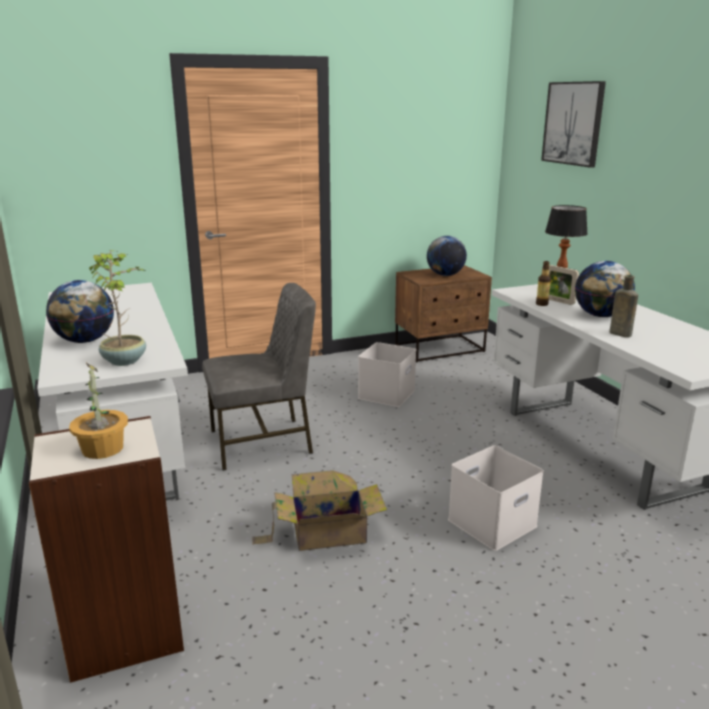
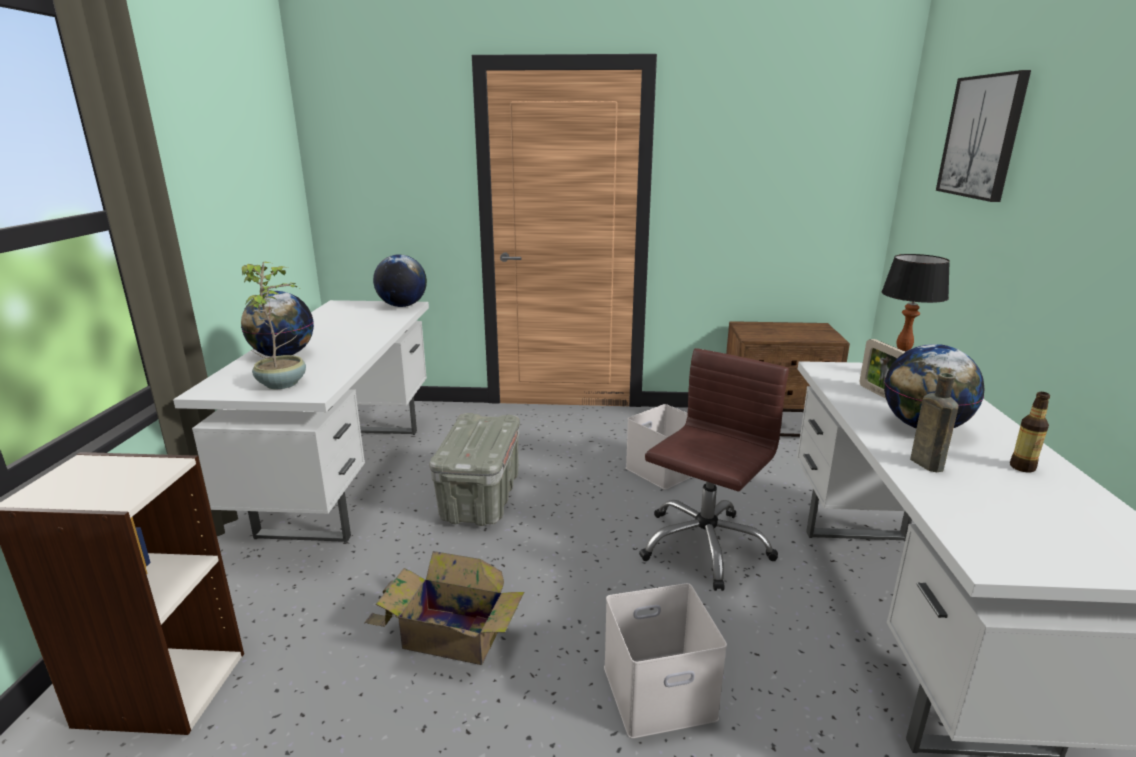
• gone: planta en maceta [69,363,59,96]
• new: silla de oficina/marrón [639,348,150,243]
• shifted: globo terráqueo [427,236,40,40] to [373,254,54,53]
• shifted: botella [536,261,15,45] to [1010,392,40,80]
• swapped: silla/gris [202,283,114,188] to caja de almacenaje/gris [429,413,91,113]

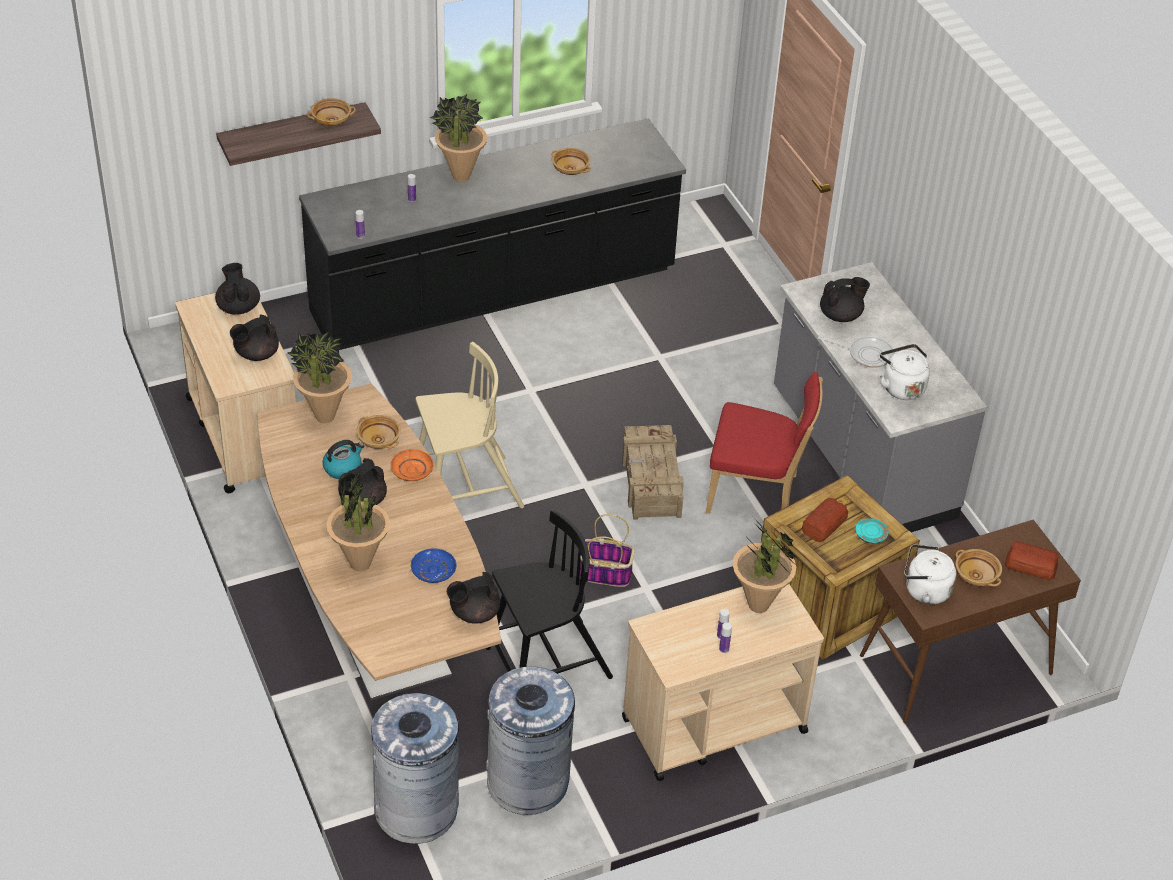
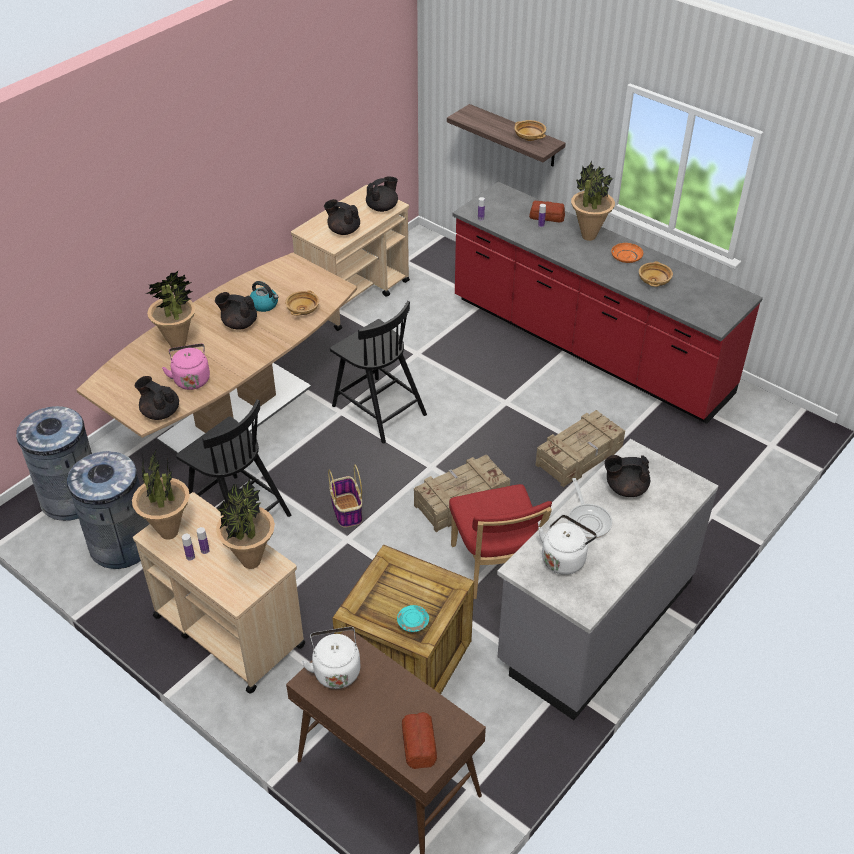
• gone: cuenco/beis [956,549,46,38]
• new: caja de embalaje [536,410,89,77]
• shifted: planta en maceta [288,333,64,90] to [132,448,58,92]
• shifted: plato/naranja [390,449,43,32] to [611,243,32,20]
• shifted: pan [802,498,46,44] to [529,201,36,21]
• swapped: plato/azul [411,548,46,35] to hervidor/rosa [162,344,48,46]
• repainted: mueble bajo de cocina/negro [299,119,387,231] to mueble bajo de cocina/rojo [453,182,310,242]
• repainted: silla/beis [415,342,109,166] to silla/negro [330,301,97,142]
• rotated: tetera/negro [820,277,50,45] = [605,455,45,42] 135 degrees clockwise

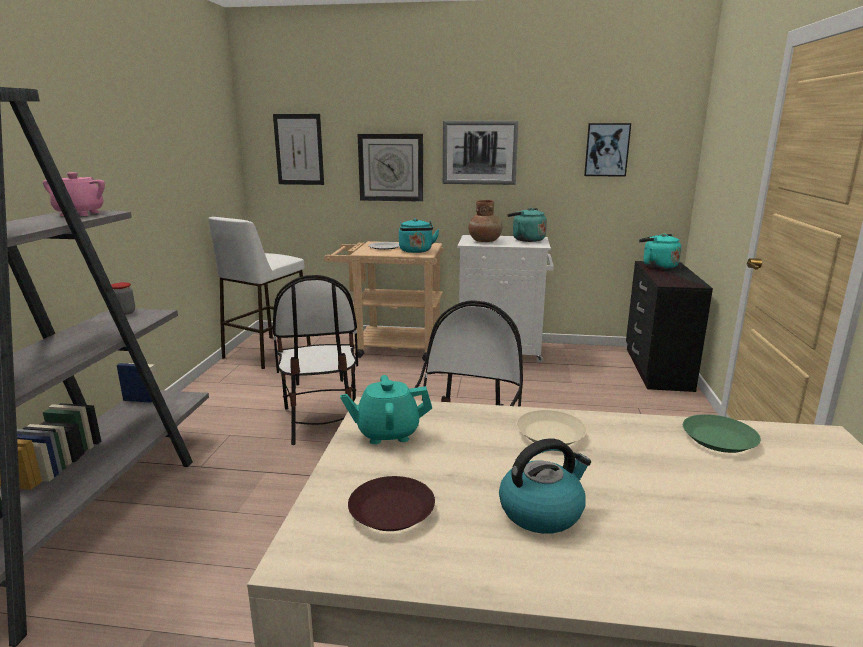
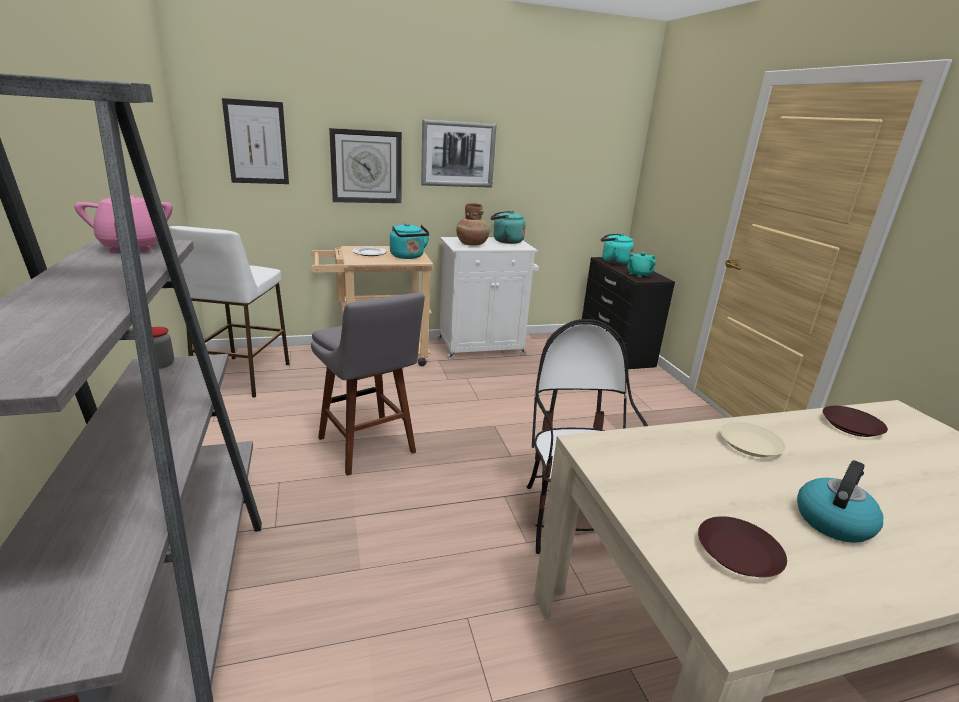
• gone: cuadro [584,123,47,54]
• shifted: tetera/turquesa [340,375,92,69] to [627,252,29,26]
• swapped: silla [272,275,86,170] to taburete/gris [311,293,114,183]
• repainted: plato/verde [683,414,78,39] to plato/marrón [823,406,65,31]

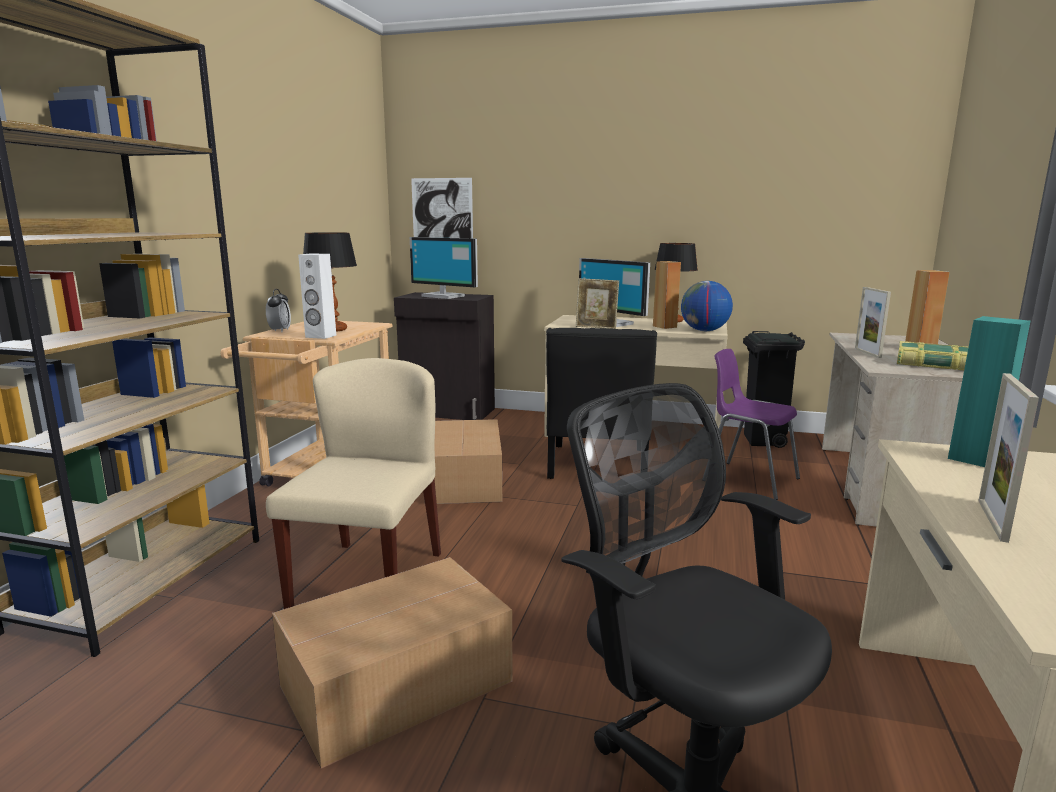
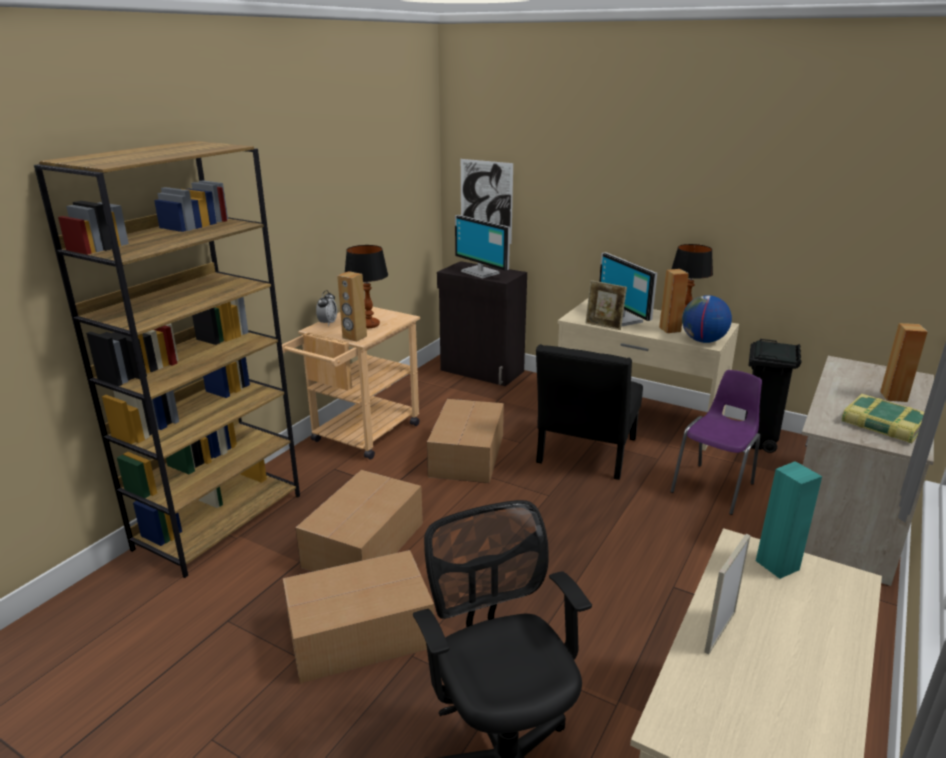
• gone: portarretratos [855,287,36,71]
• swapped: silla/beis [266,358,175,251] to caja de cartón [296,470,127,102]
• repainted: altavoz/blanco [298,253,38,86] to altavoz/marrón [337,271,30,71]
• rotated: silla/morado [714,349,86,151] = [670,370,92,145] 75 degrees clockwise

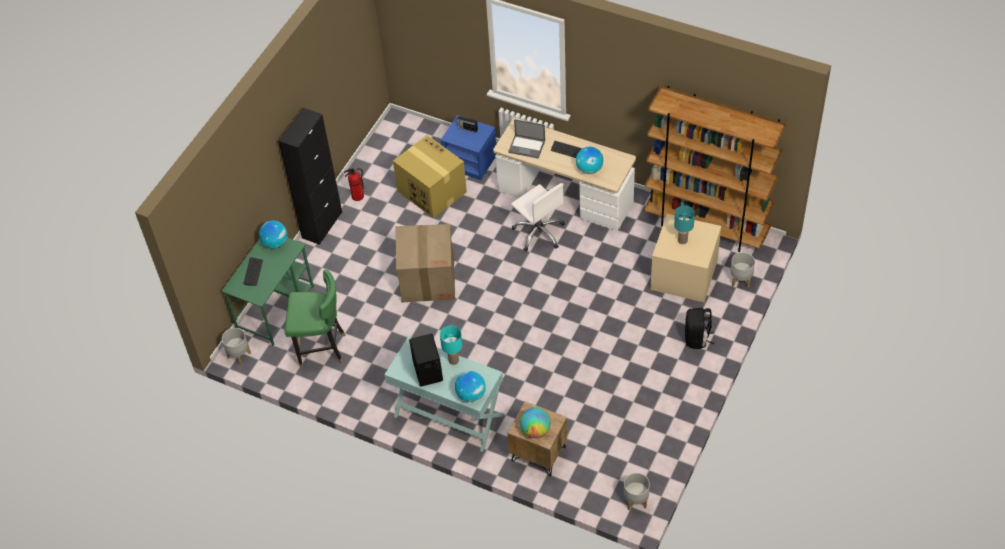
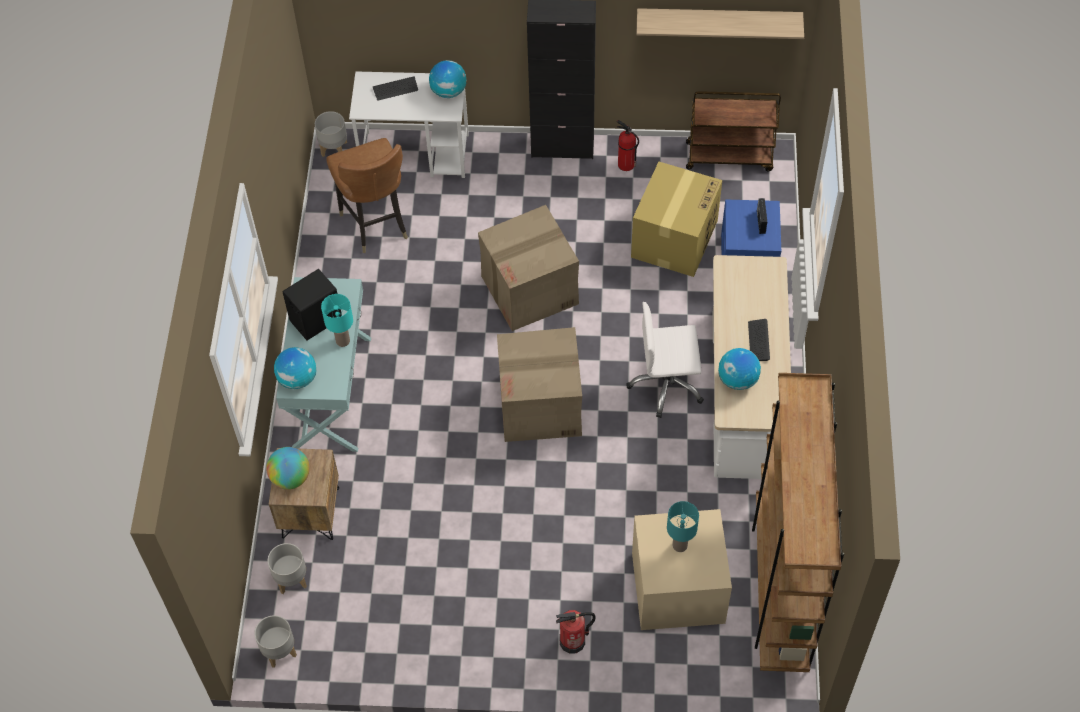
• gone: portátil [508,119,37,40]
• new: caja de cartón [497,327,85,115]
• new: estante [637,8,167,31]
• new: carrito/marrón [686,91,95,80]
• shifted: maceta/gris [730,252,25,36] to [268,543,39,51]
• swapped: mochila/negro [685,308,30,41] to extintor [556,610,40,43]
• repainted: escritorio/verde [221,237,93,109] to escritorio/blanco [349,72,120,106]
• repainted: silla/verde [285,269,61,100] to silla/marrón [326,138,82,115]
• rotated: silla de oficina/blanco [511,183,54,69] = [626,302,78,116] 60 degrees clockwise

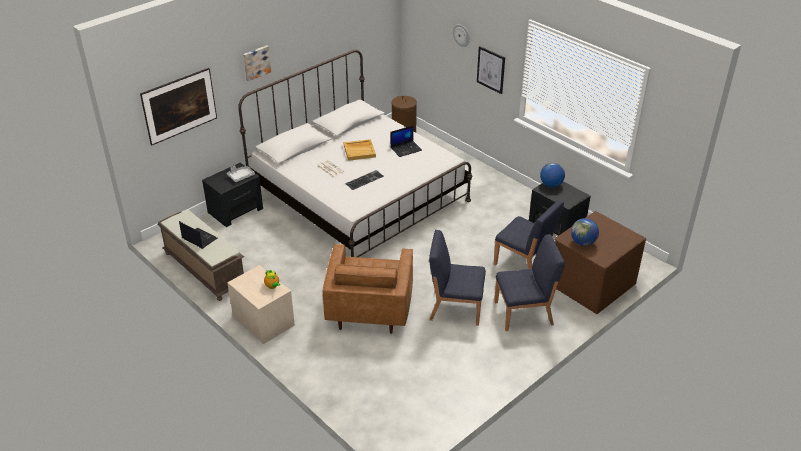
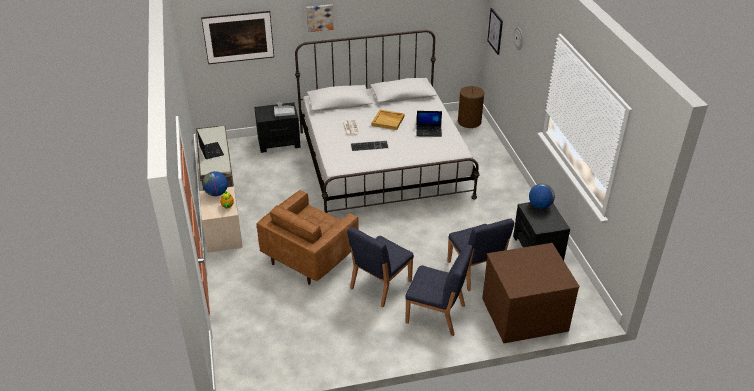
• shifted: cuadro [477,46,28,48] to [487,8,16,47]
• shifted: globo terráqueo [571,218,28,28] to [202,171,26,25]
• rotated: silla/azul [429,230,57,96] = [347,227,67,80] 90 degrees counterclockwise

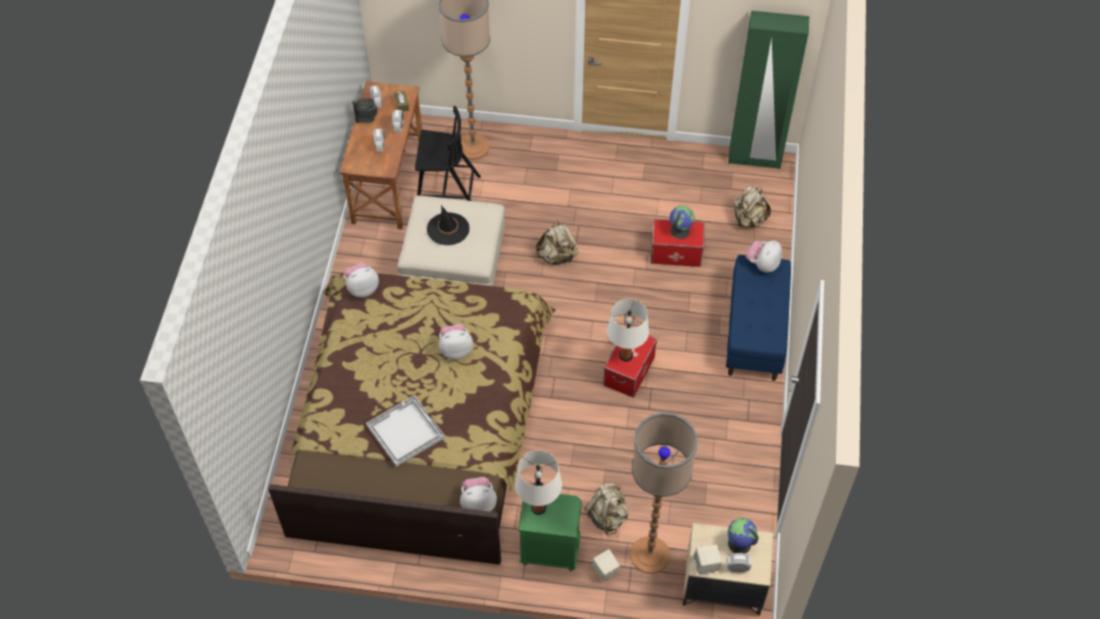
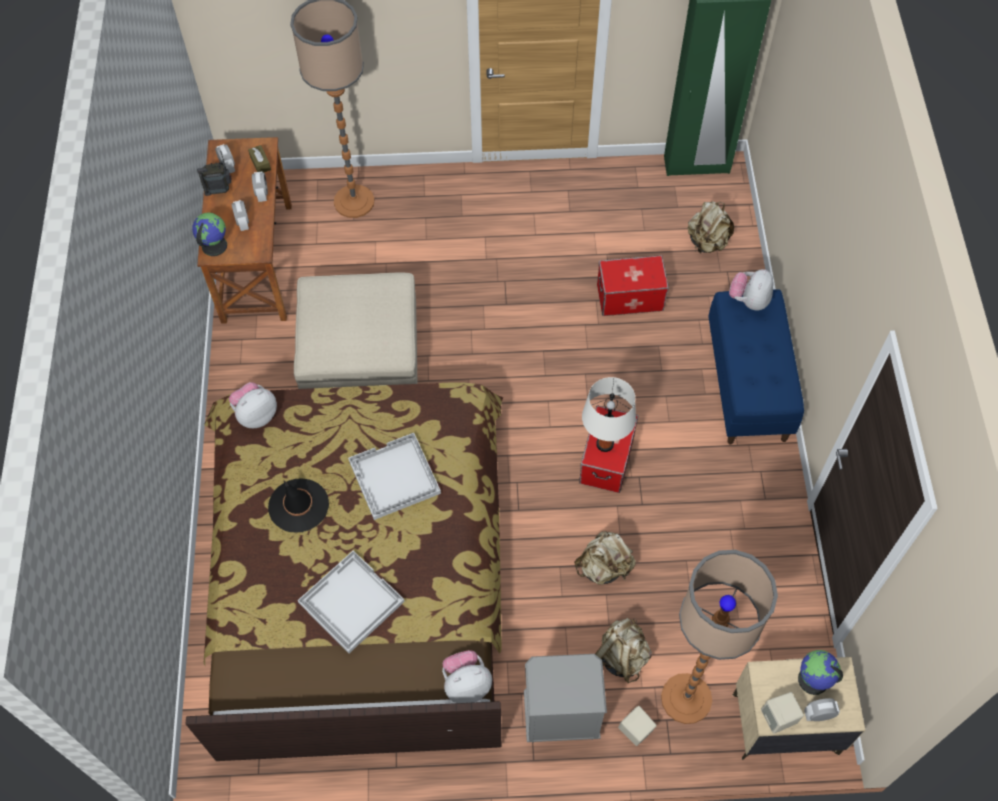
• gone: silla/negro [415,106,66,95]
• gone: lámpara de mesa/blanco [515,450,47,65]
• shifted: sombrero/negro [427,205,42,40] to [268,479,61,53]
• shifted: mochila/beis [536,221,42,44] to [574,531,62,54]
• shifted: globo terráqueo [670,206,25,33] to [192,213,35,43]
• swapped: peluche [439,324,34,36] to bandeja/blanco [348,433,93,87]
• repainted: mesita de noche/verde [518,494,64,78] to mesita de noche/gris [524,654,83,89]

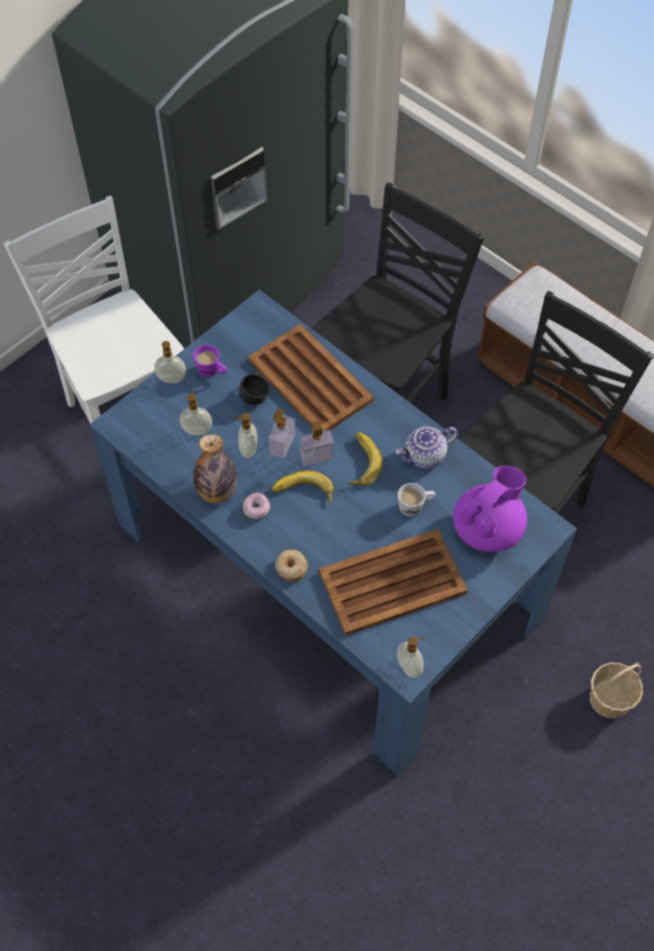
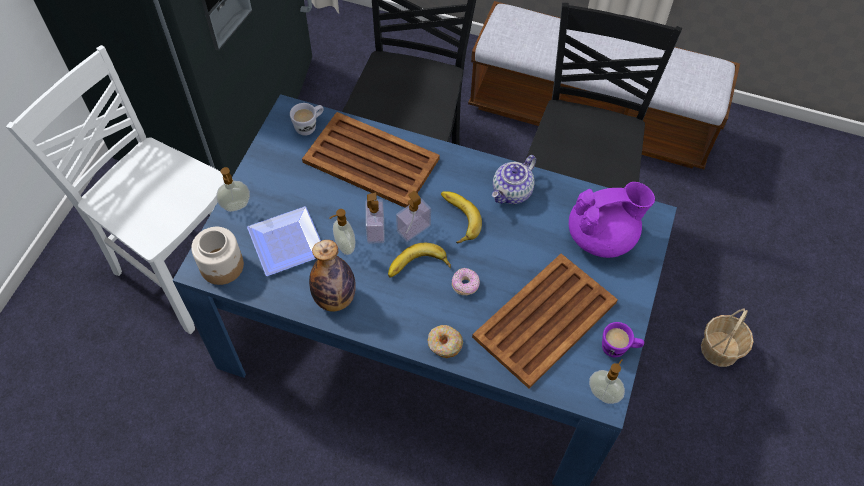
• gone: taza grande/negro [239,371,31,34]
• new: tarro [191,227,53,58]
• shifted: taza grande/morado [193,345,34,32] to [602,322,42,35]
• shifted: rosquilla [243,492,27,27] to [452,268,28,27]
• shifted: taza grande/blanco [397,483,38,34] to [290,103,34,33]
• swapped: dispensador de jabón [179,389,33,46] to plato [247,206,74,70]
• rotated: tetera/morado [453,466,74,86] = [569,182,86,76] 60 degrees clockwise

